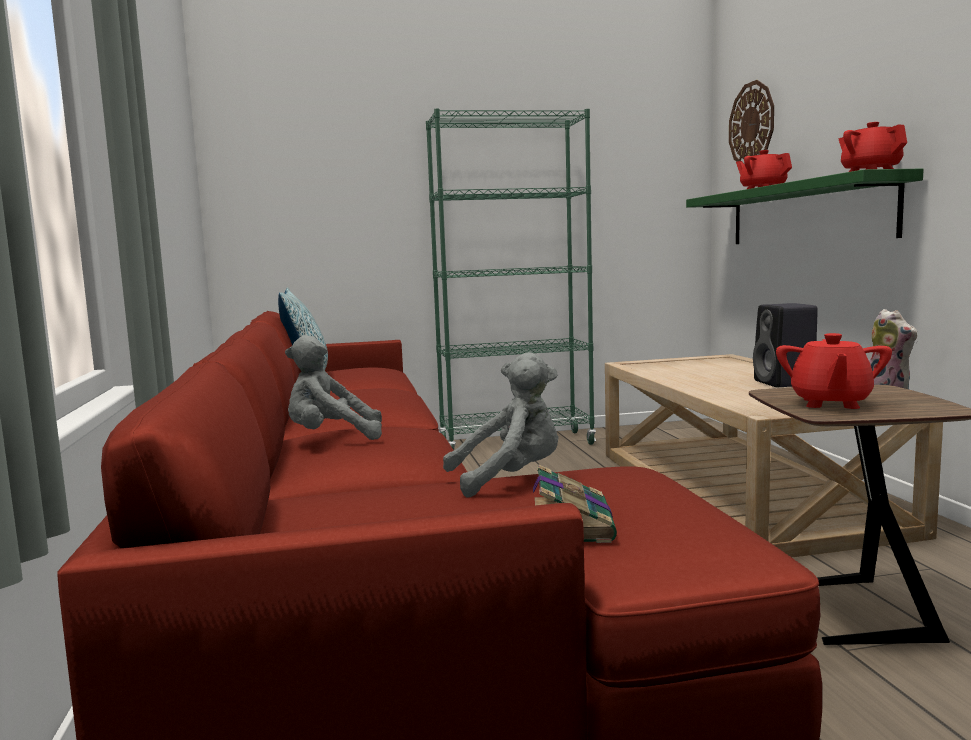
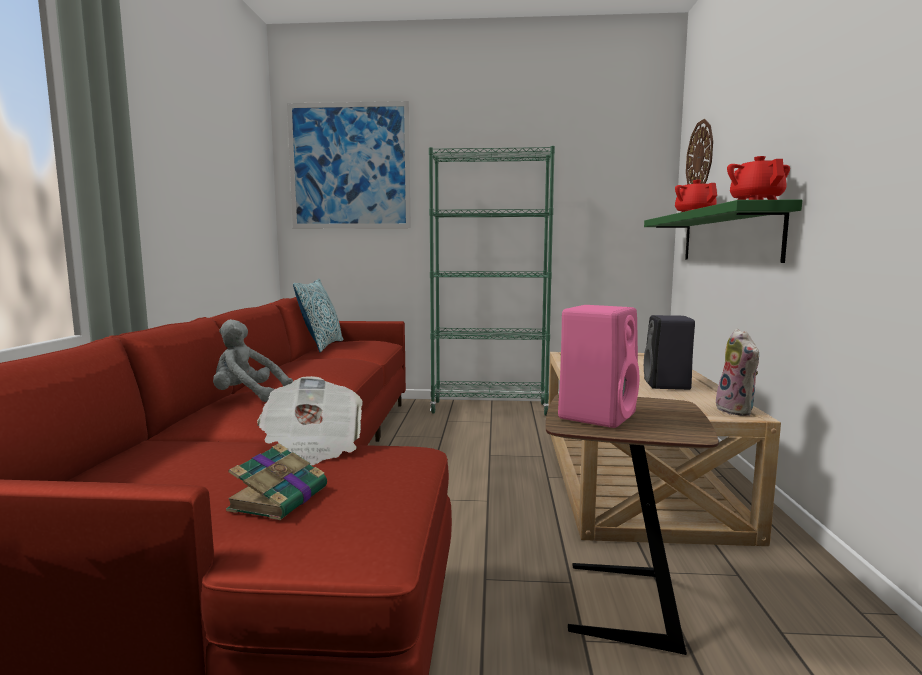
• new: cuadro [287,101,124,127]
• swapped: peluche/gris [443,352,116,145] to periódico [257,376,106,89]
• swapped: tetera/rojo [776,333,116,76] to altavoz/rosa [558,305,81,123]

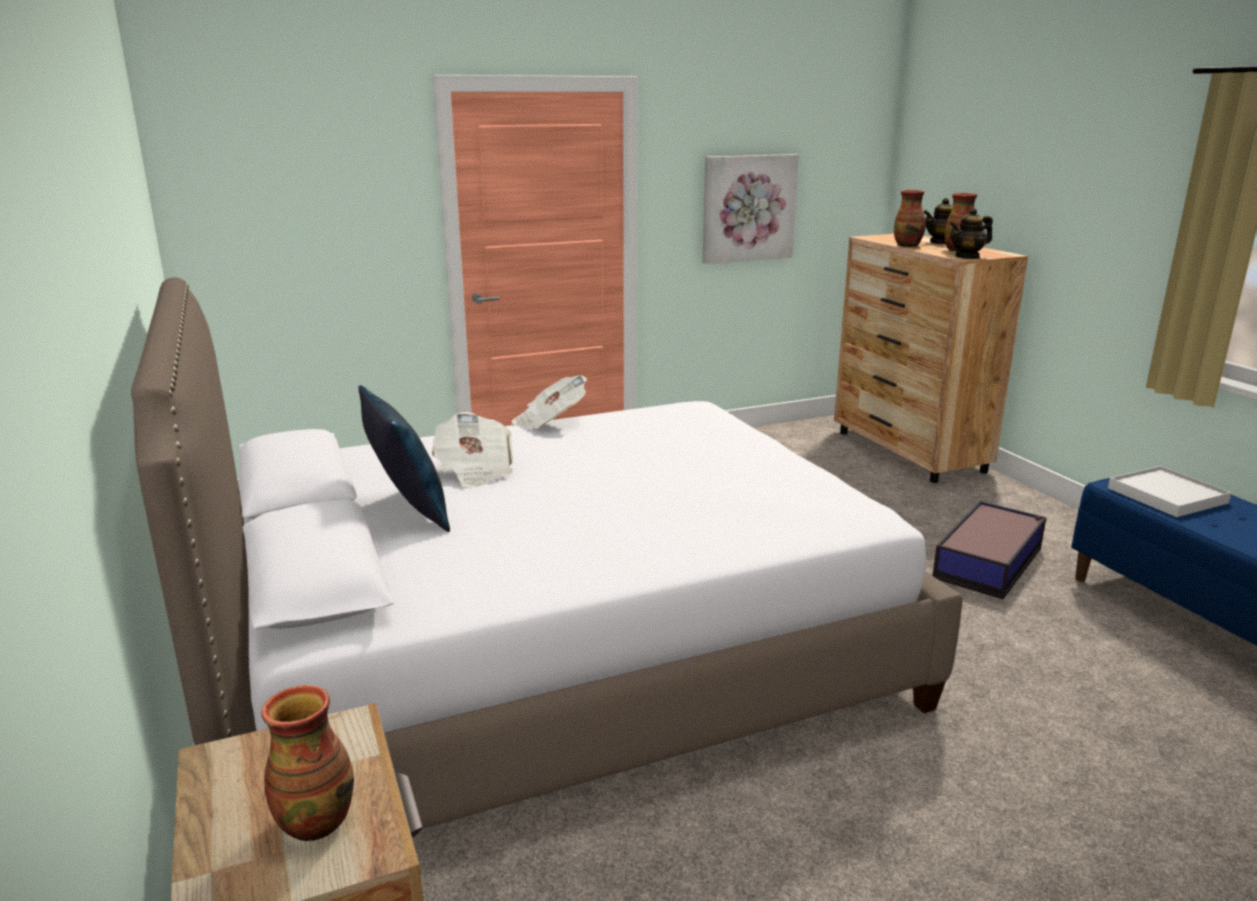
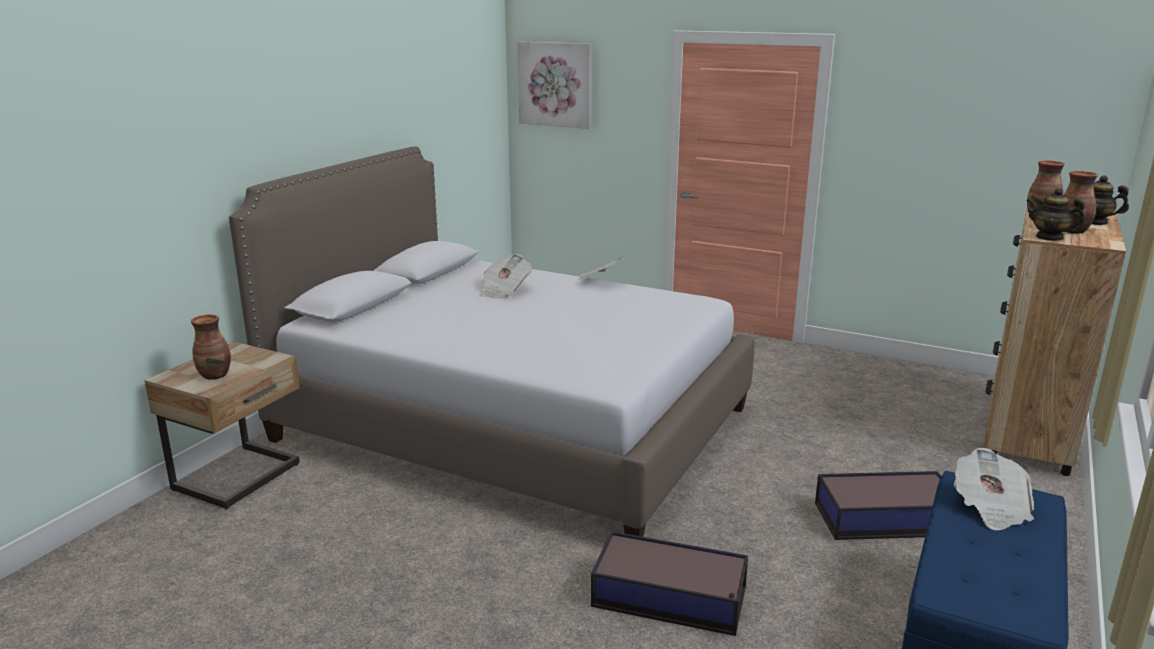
• gone: cojín/azul [358,385,92,147]
• new: caja de almacenaje [591,531,157,105]
• shifted: cuadro [702,154,97,110] to [517,42,75,87]
• swapped: bandeja/blanco [1108,466,124,51] to periódico [954,448,80,82]

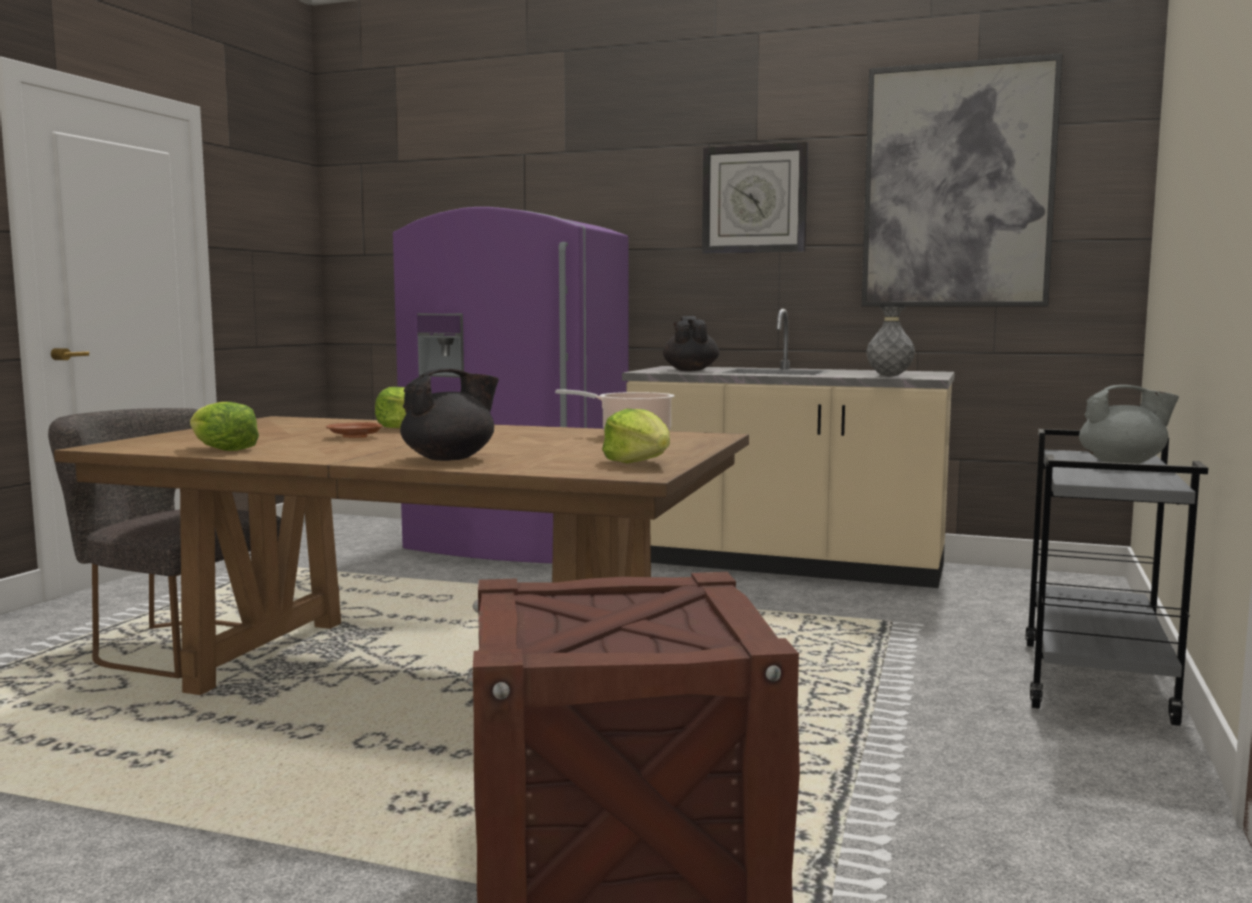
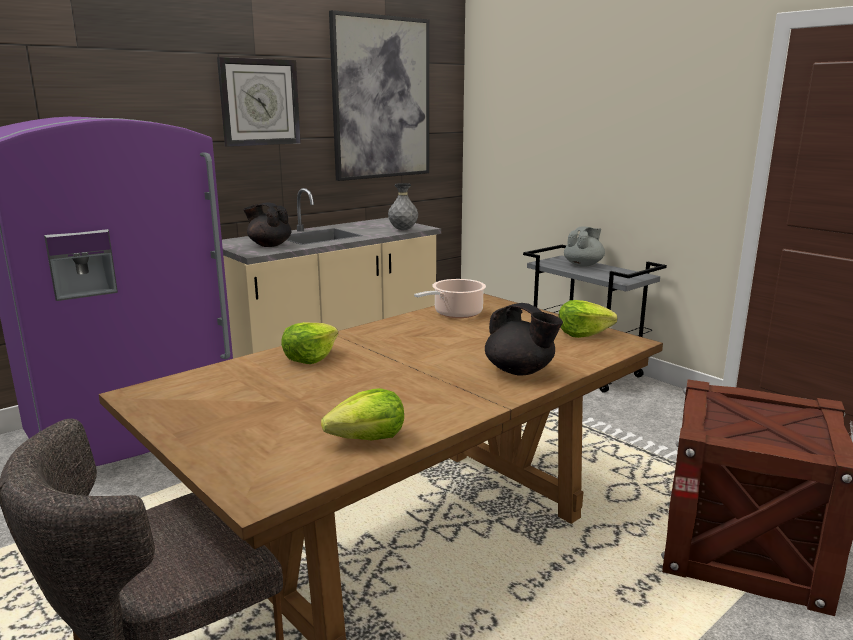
• gone: plato/marrón [326,422,57,16]
• rotated: tetera/negro [400,369,99,92] = [485,303,78,73] 135 degrees clockwise

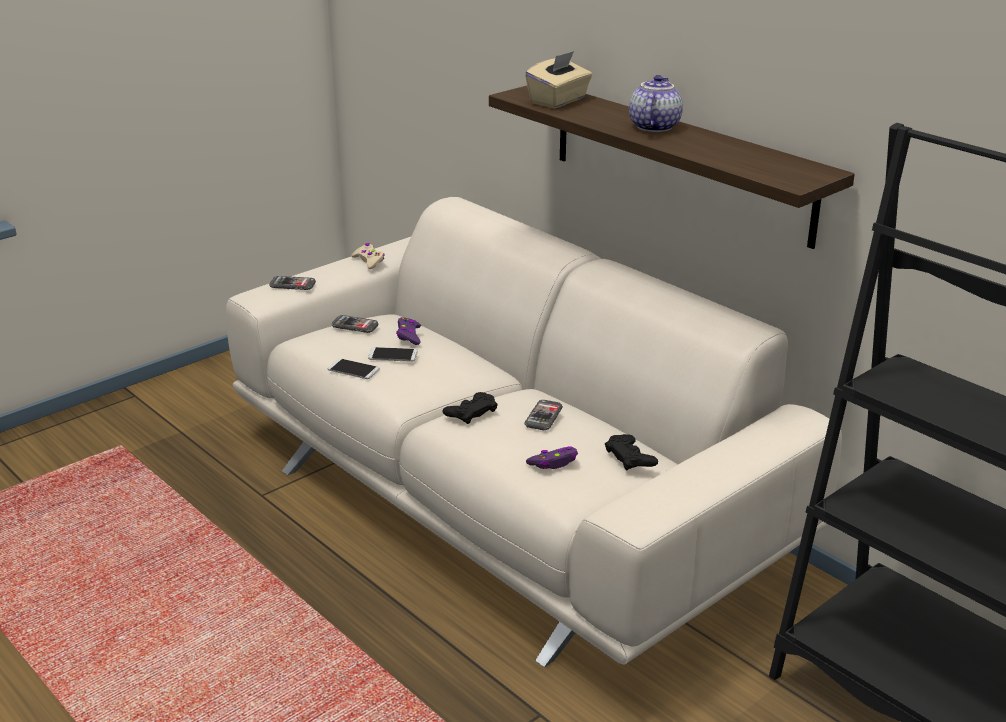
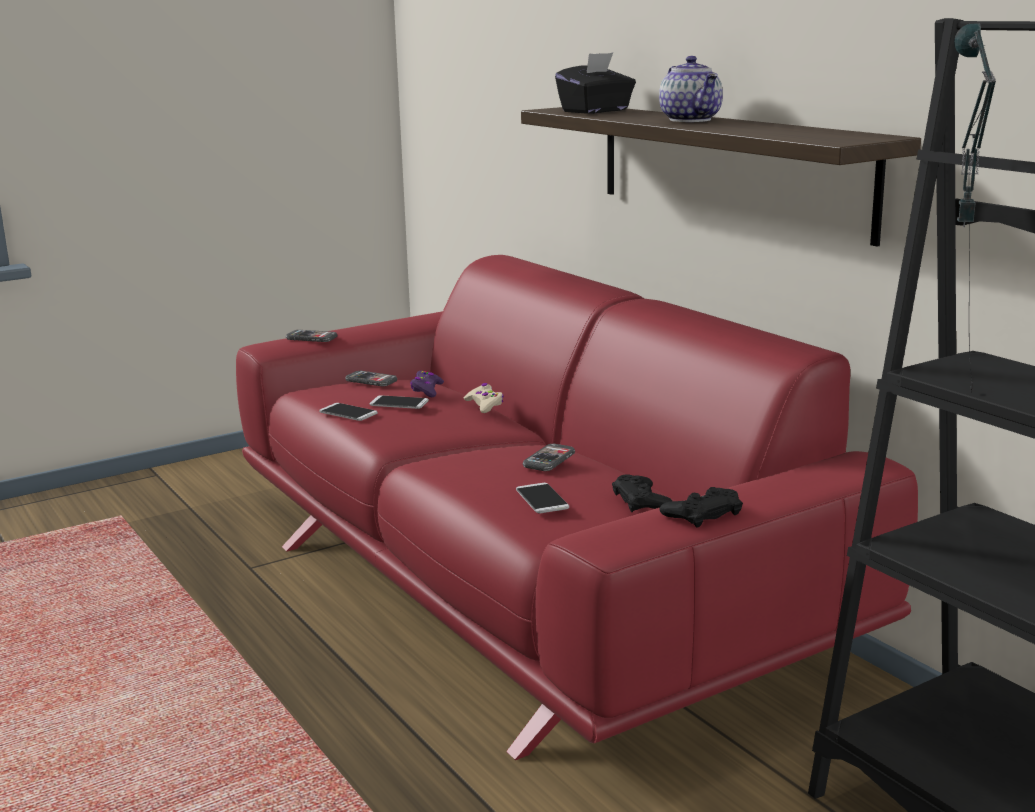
• new: lámpara de mesa [954,23,42,370]
• shifted: mando de consola/beis [351,243,34,26] to [464,383,40,30]
• shifted: mando de consola/negro [442,392,56,32] to [659,487,84,41]
• swapped: mando de consola/morado [526,446,52,23] to móvil [516,483,53,30]
• repainted: sofá/beis [226,197,616,470] to sofá/rojo [236,255,682,505]
• repainted: caja de pañuelos/beis [525,51,67,57] to caja de pañuelos/negro [555,52,81,62]
• rotated: tetera [629,75,54,57] = [659,56,64,66] 135 degrees clockwise

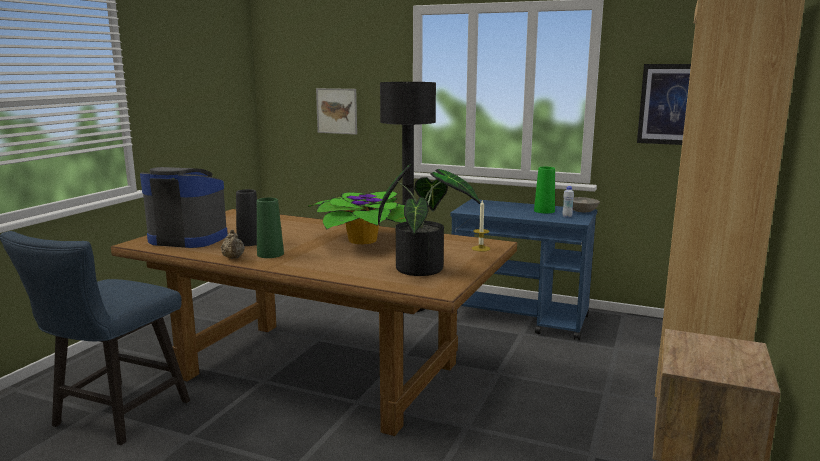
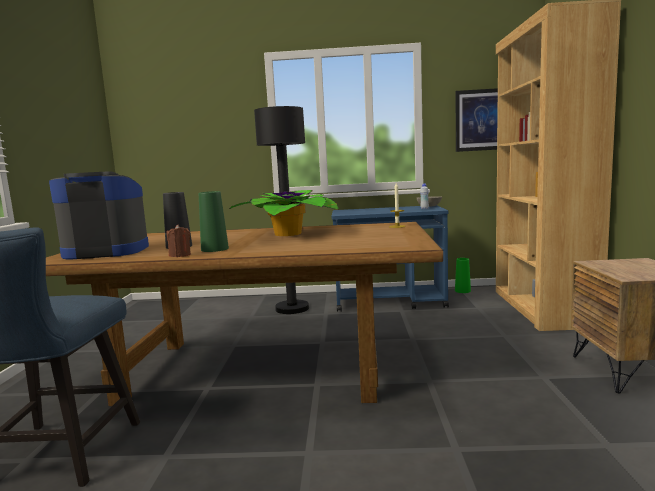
• gone: cuadro [316,88,41,47]
• gone: planta en maceta [378,164,102,112]
• shifted: florero/verde [534,167,21,46] to [455,258,16,35]
• swapped: tetera/beis [221,230,24,29] to vela/marrón [167,225,24,32]

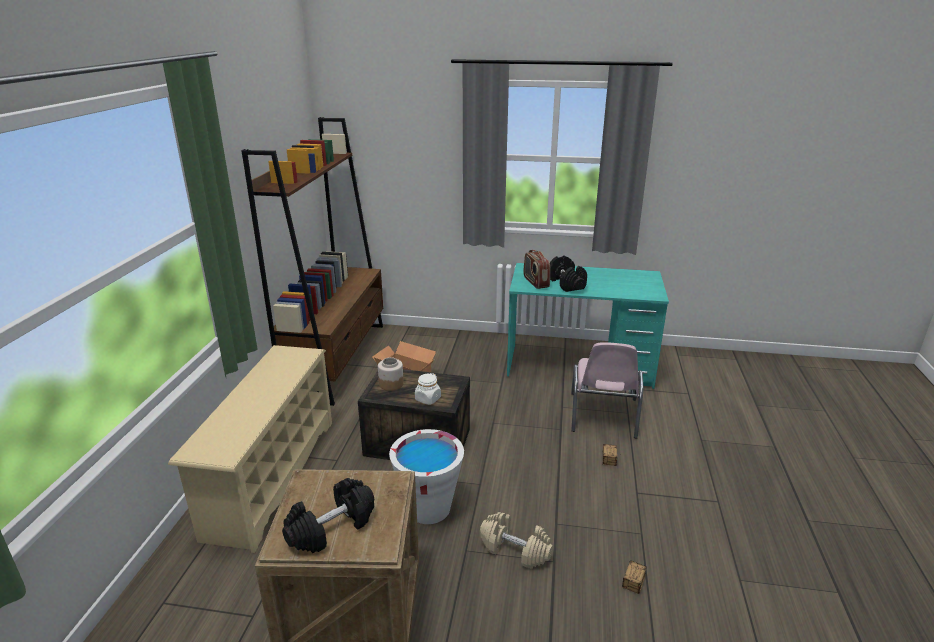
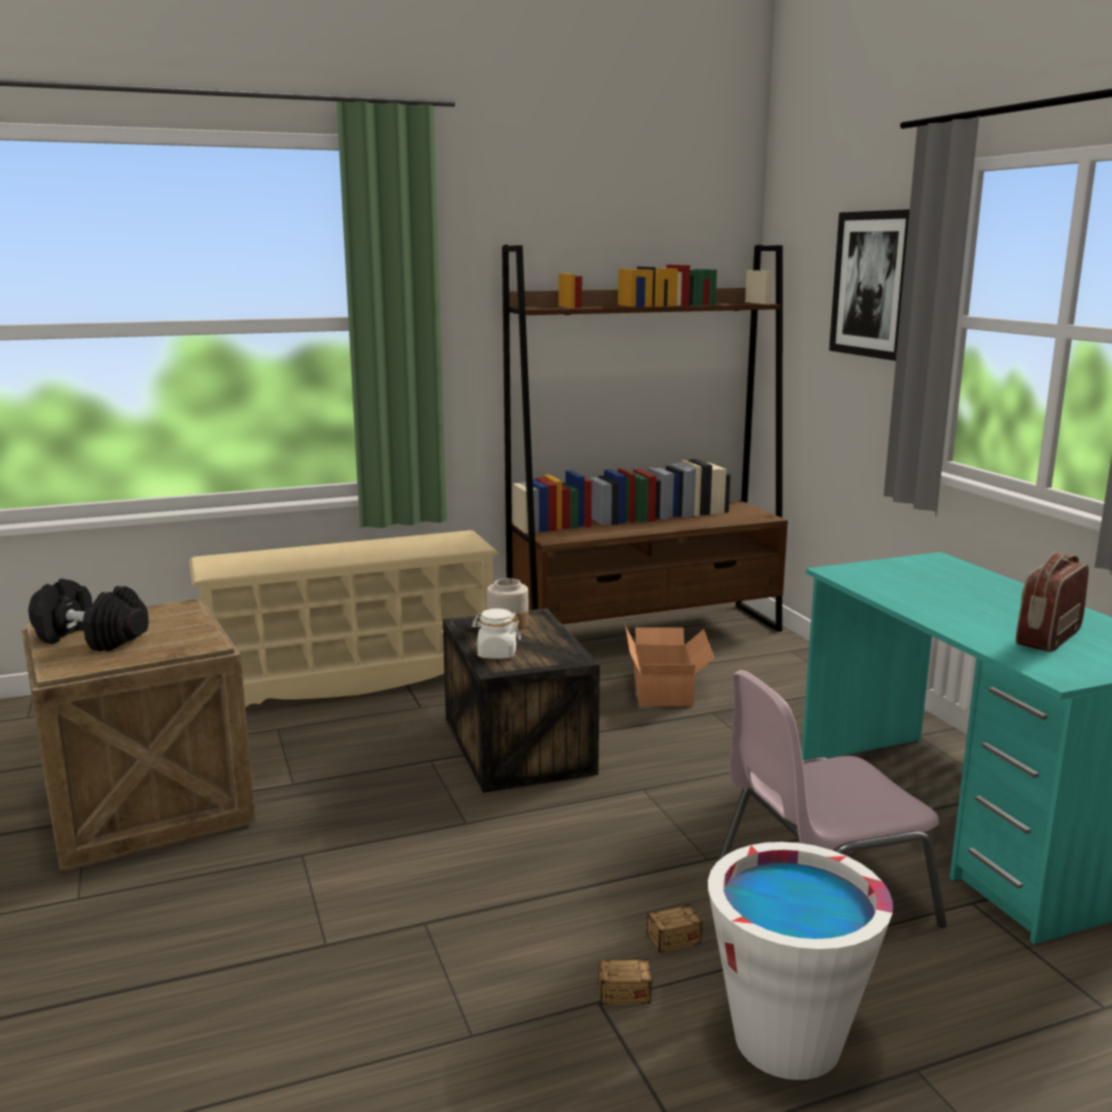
• gone: mancuerna/beis [480,512,73,57]
• gone: mancuerna/negro [550,256,37,36]
• new: cuadro [829,209,81,152]
• shifted: cubo/blanco [389,429,75,95] to [708,842,185,238]
• shifted: radio [523,250,27,39] to [1016,551,73,101]
• shifted: caja de almacenaje [622,560,25,34] to [529,926,123,79]

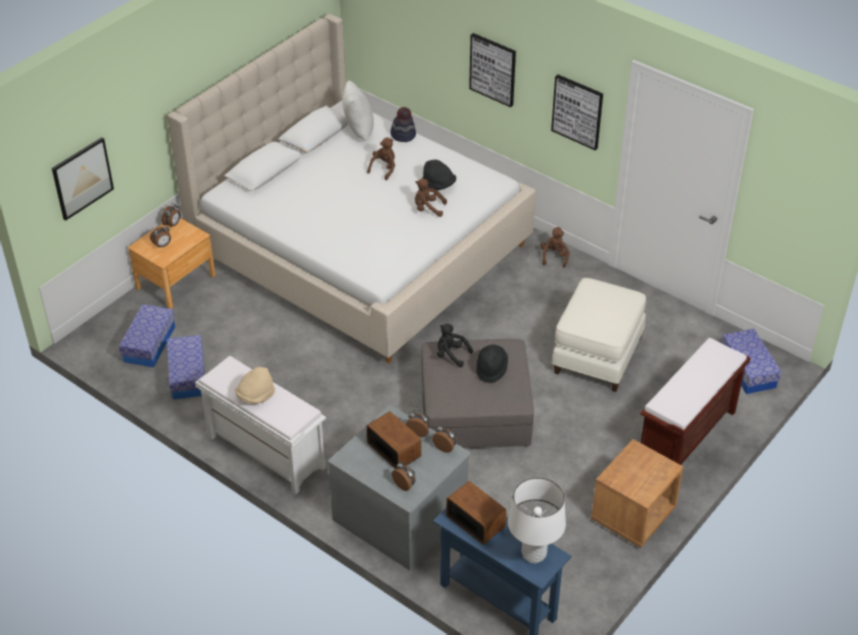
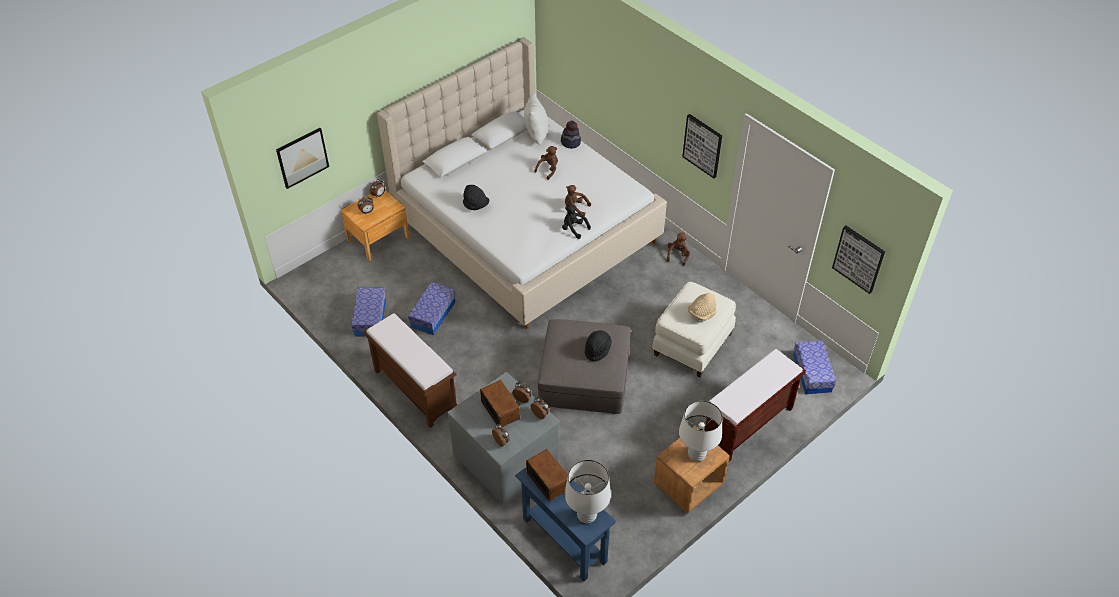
• new: lámpara de mesa/blanco [679,401,43,61]
• shifted: caja de almacenaje [119,304,56,64] to [408,282,48,53]
• shifted: sombrero/beis [235,367,40,37] to [688,293,28,28]
• shifted: sombrero/negro [422,160,34,30] to [463,185,26,25]
• shifted: peluche/negro [437,324,36,43] to [562,205,29,34]
• shifted: cuadro [469,33,47,74] to [832,226,53,68]
• repainted: banco/blanco [195,356,131,138] to banco/marrón [363,313,94,115]

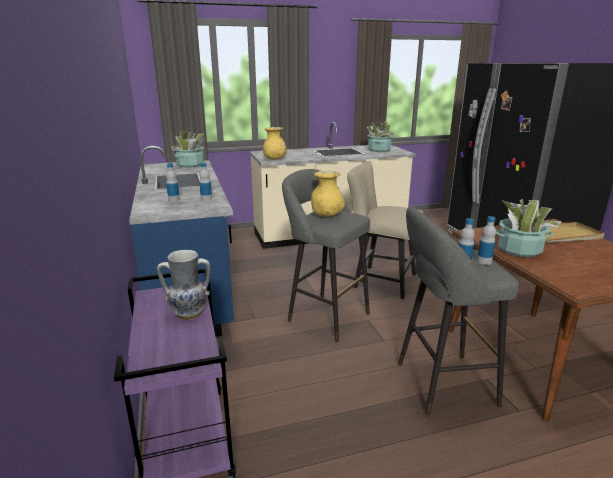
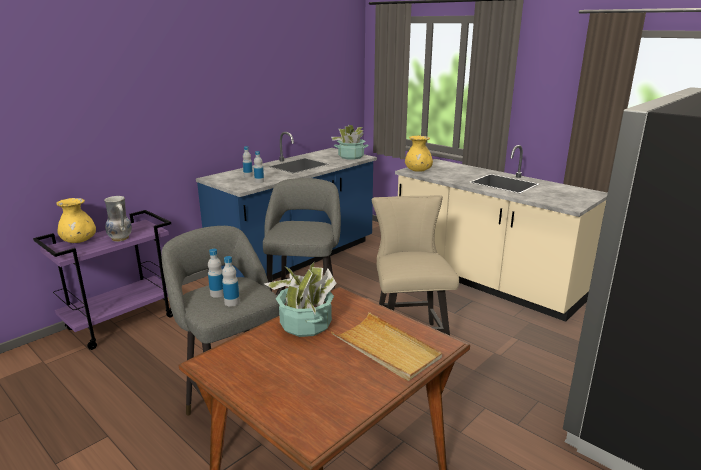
• gone: planta en maceta [367,121,29,31]
• shifted: florero/amarillo [311,170,34,47] to [56,198,40,45]

